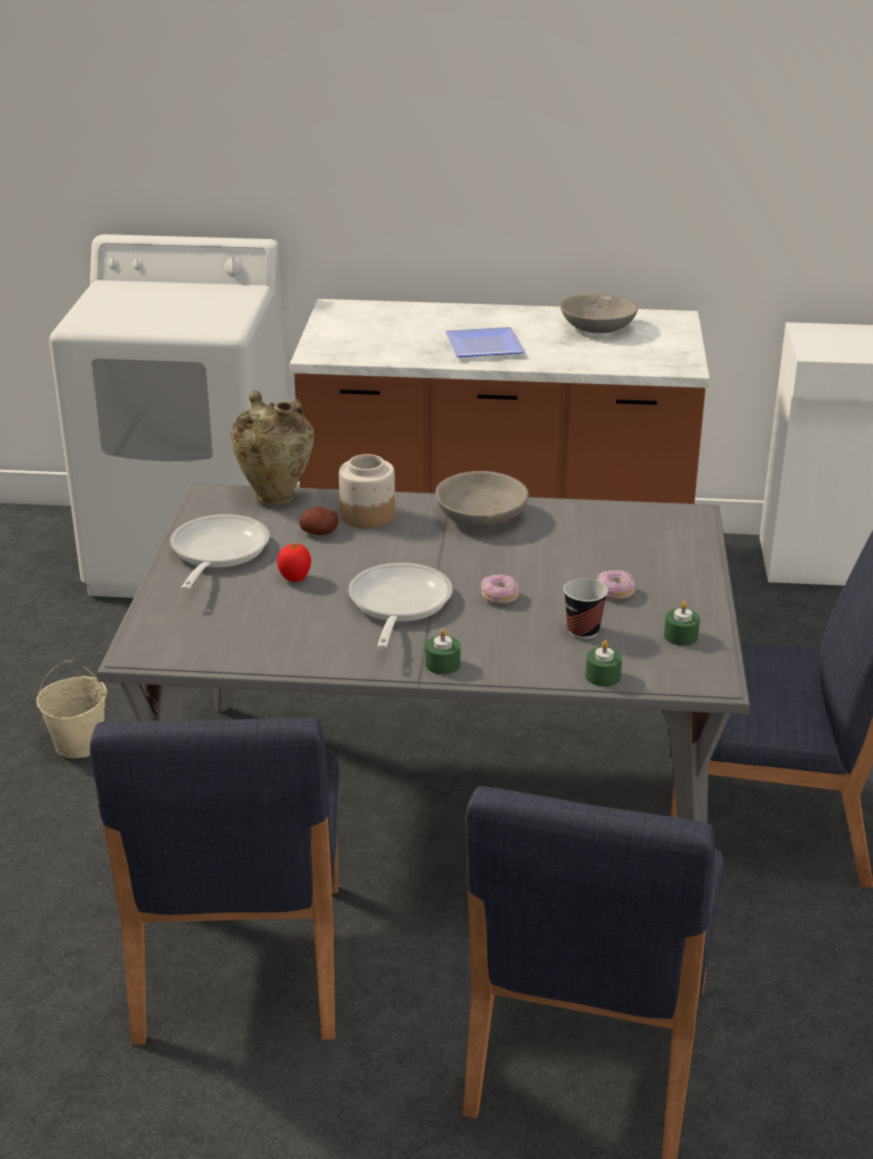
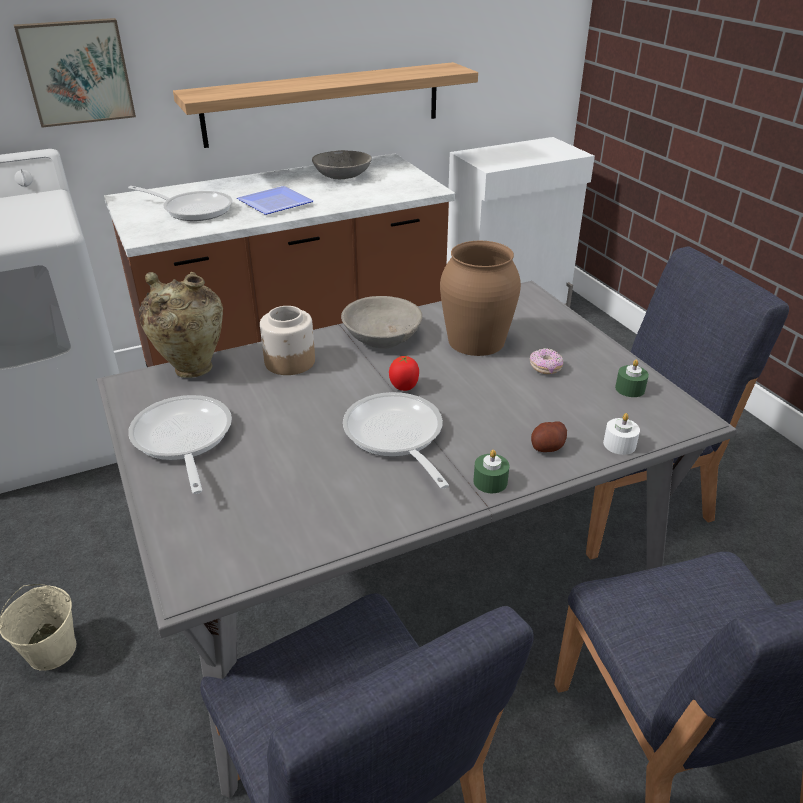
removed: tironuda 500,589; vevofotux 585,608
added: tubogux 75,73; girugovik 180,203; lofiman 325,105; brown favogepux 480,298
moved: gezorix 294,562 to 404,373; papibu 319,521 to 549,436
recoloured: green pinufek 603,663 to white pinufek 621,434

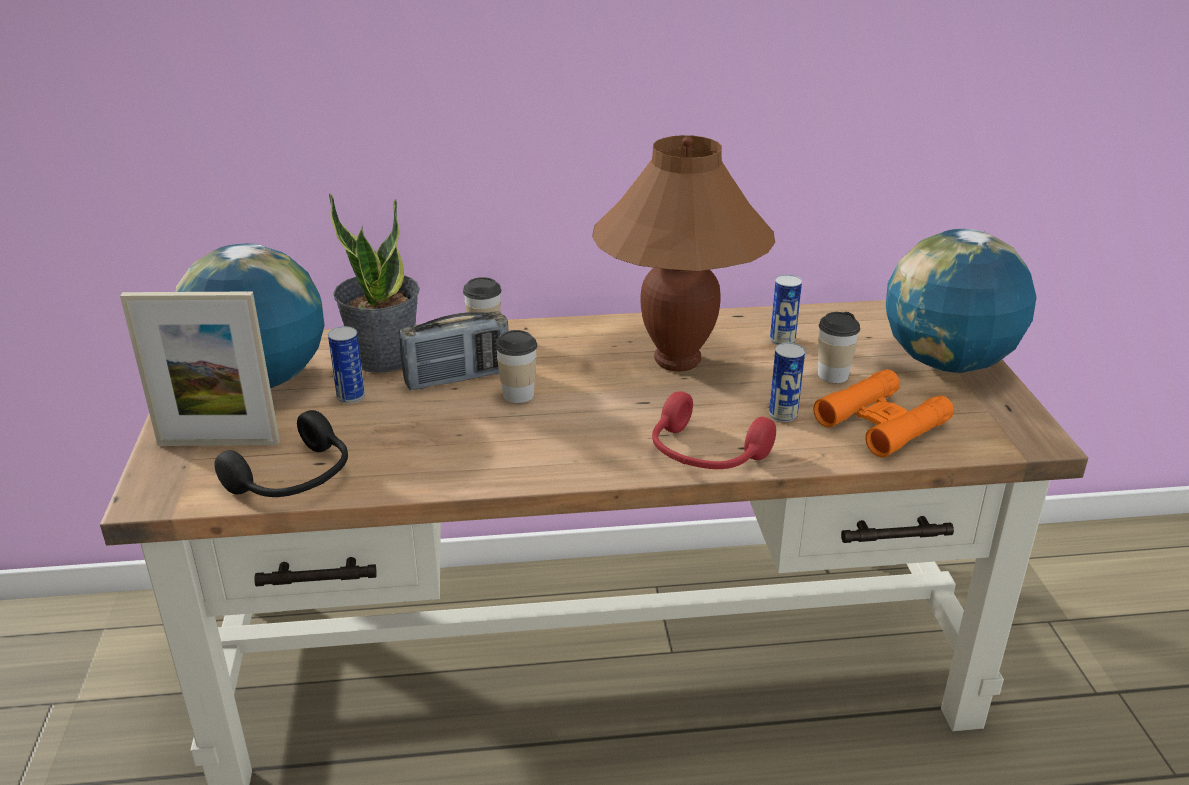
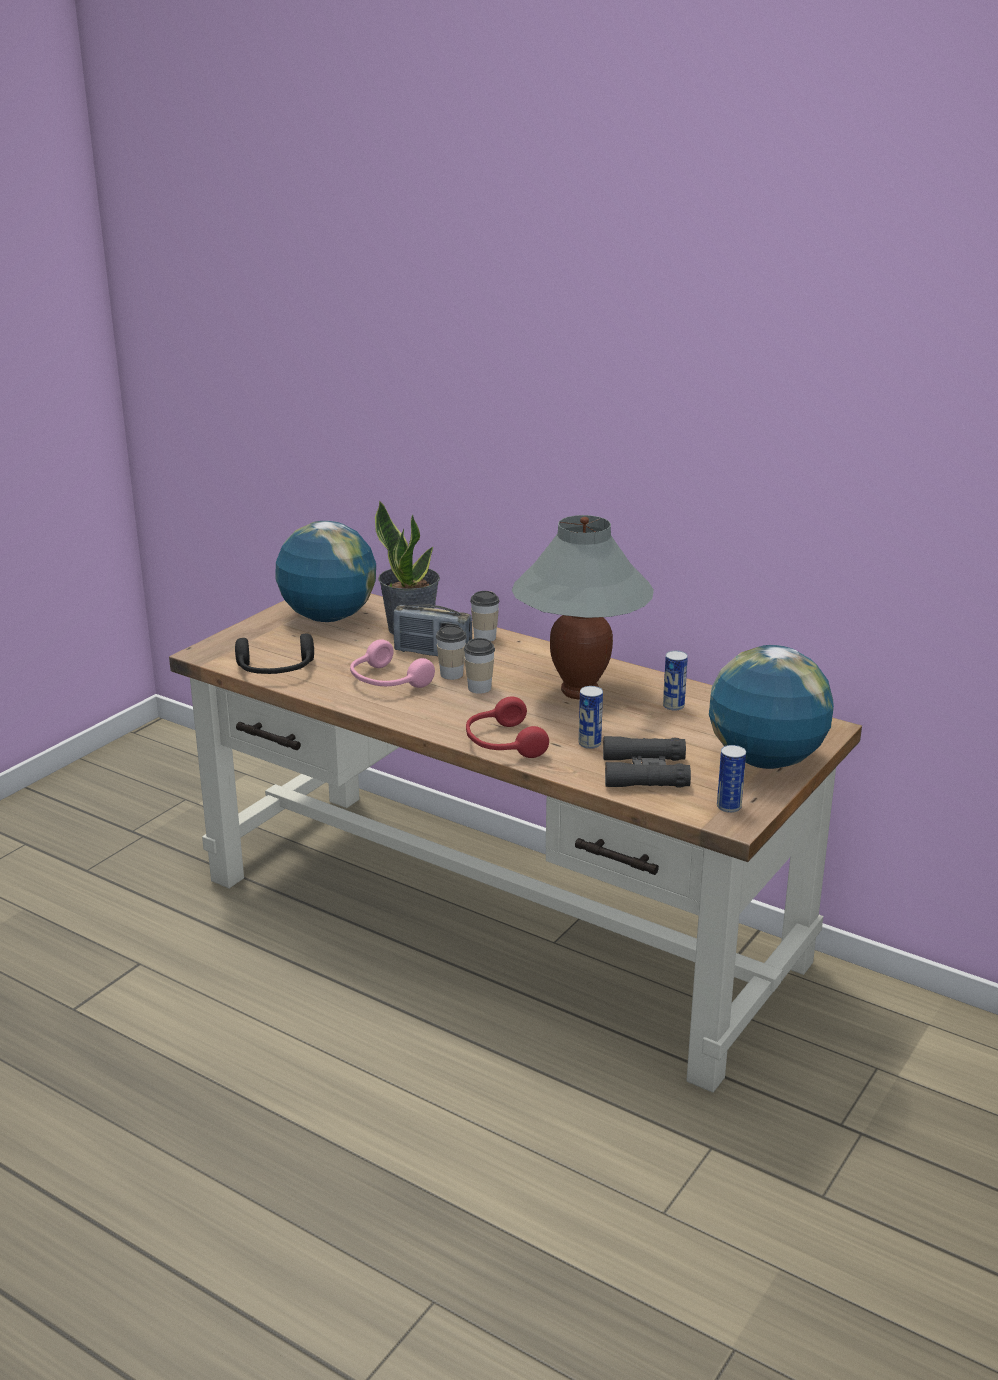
removed: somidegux 200,369
added: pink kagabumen 392,663
moved: vevofotux 839,347 to 479,666; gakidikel 346,365 to 731,779
recoloured: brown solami 683,253 to grey solami 583,607; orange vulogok 883,413 to black vulogok 647,762

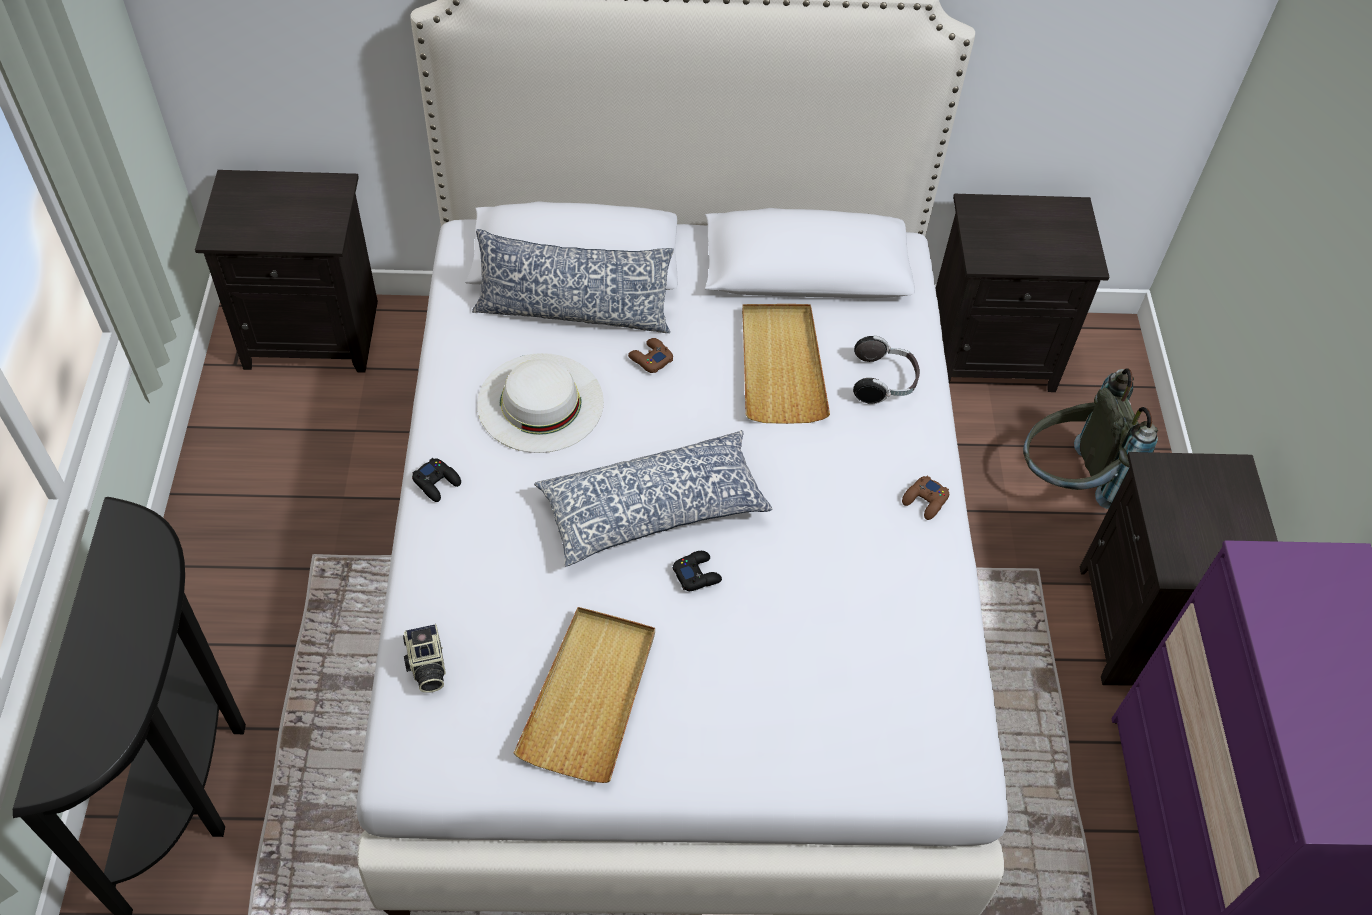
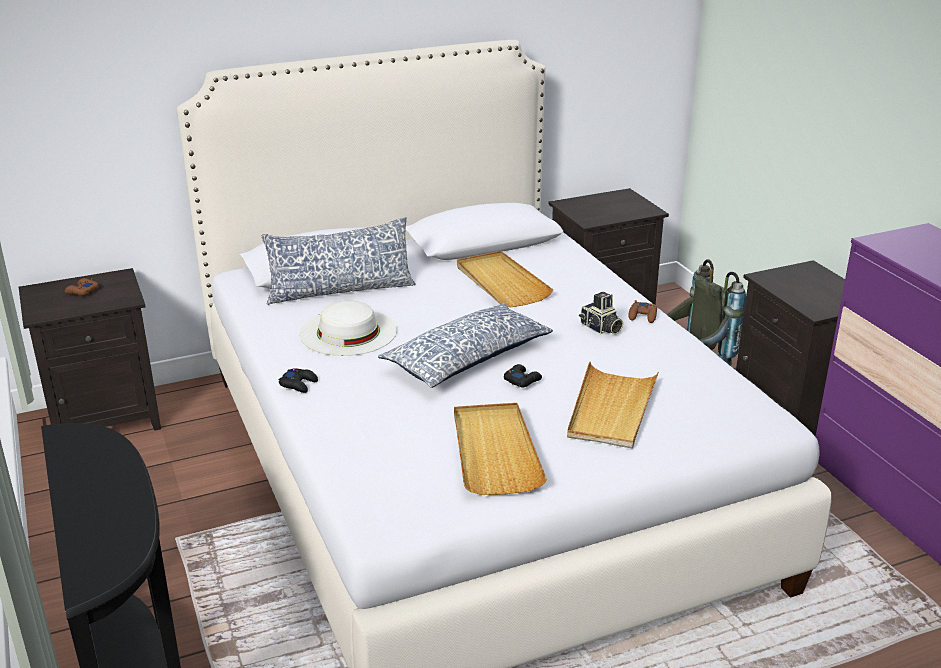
removed: kagabumen 886,370
added: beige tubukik 613,405
moved: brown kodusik 650,355 to 82,287; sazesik 424,658 to 601,313

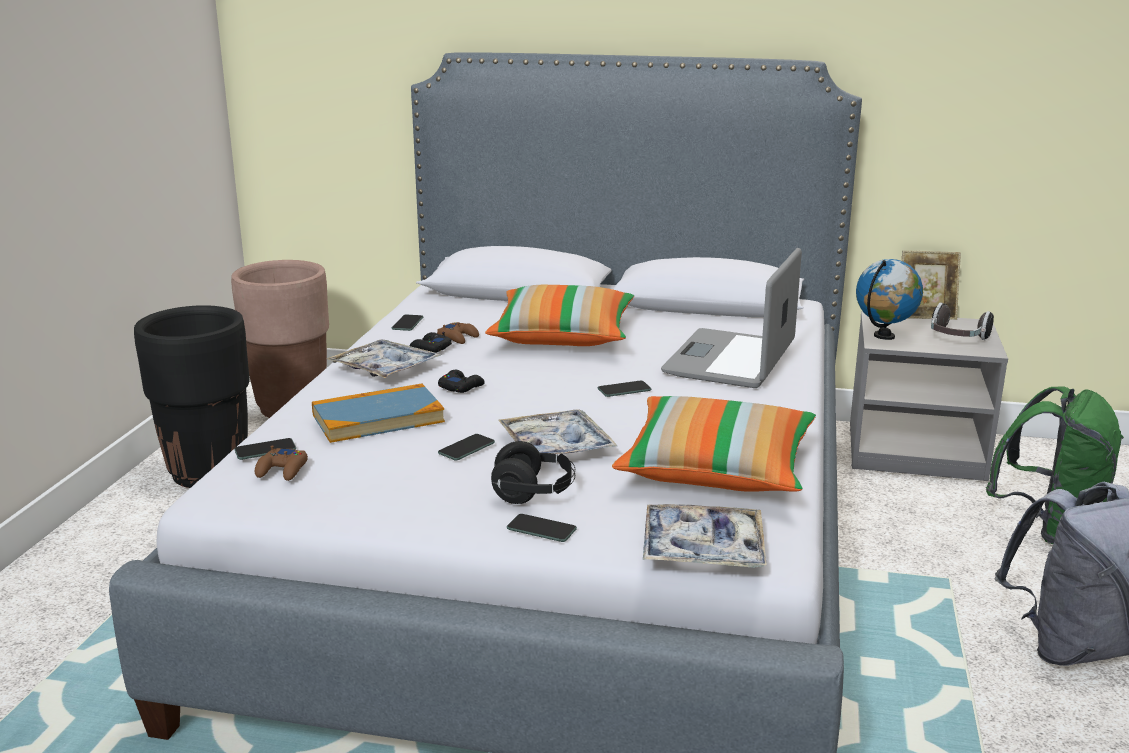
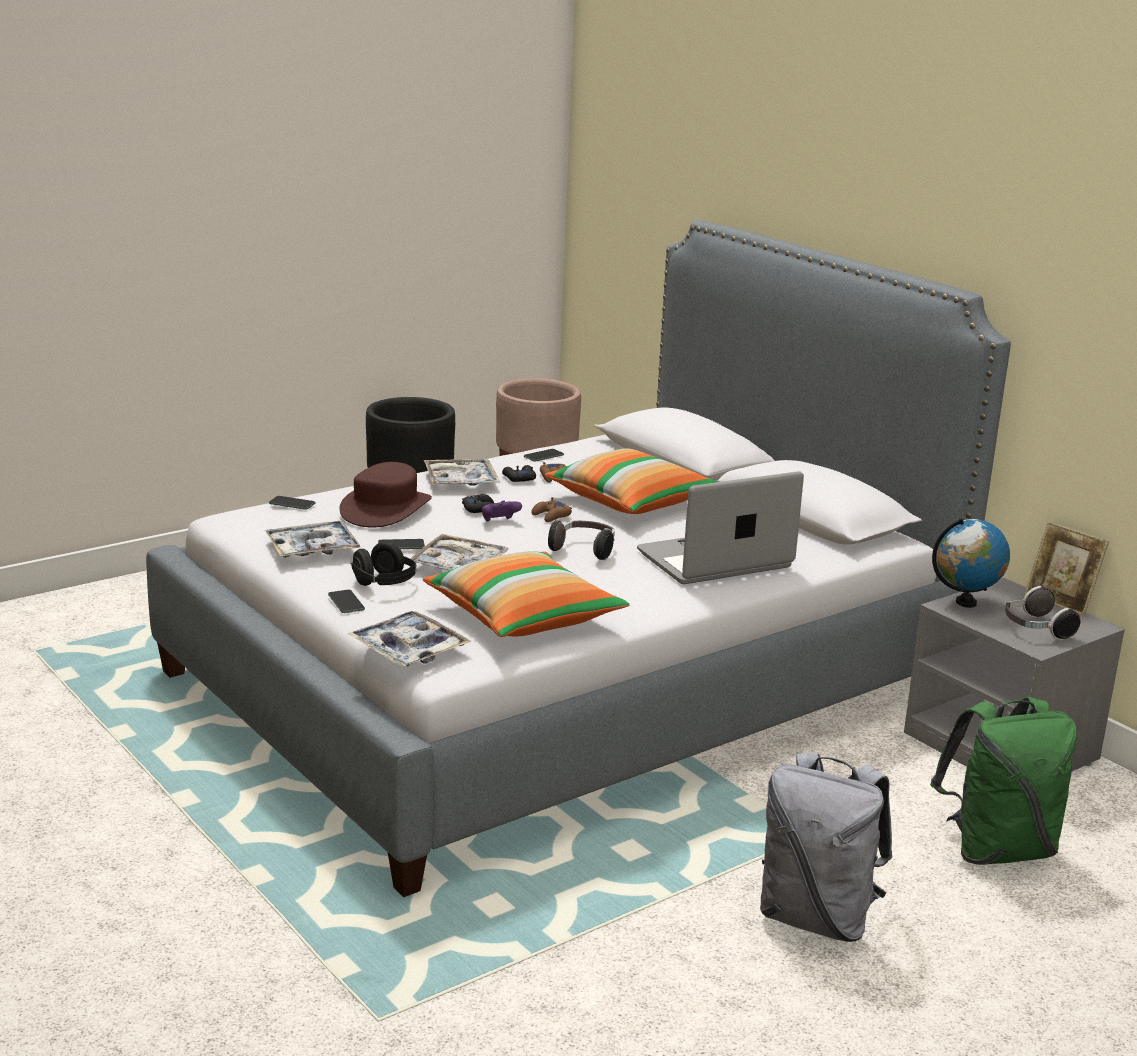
added: tubukik 313,539; purple kodusik 502,511
moved: brown kodusik 281,463 to 551,509
replaced: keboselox 378,413 to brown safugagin 385,495; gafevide 624,389 to kagabumen 581,539

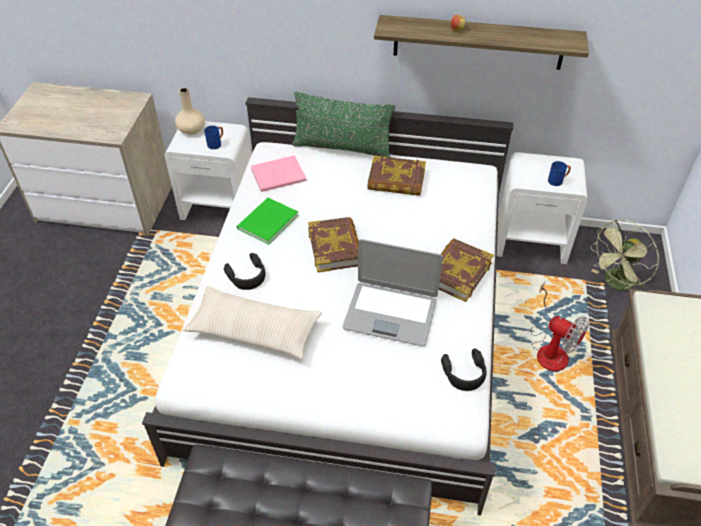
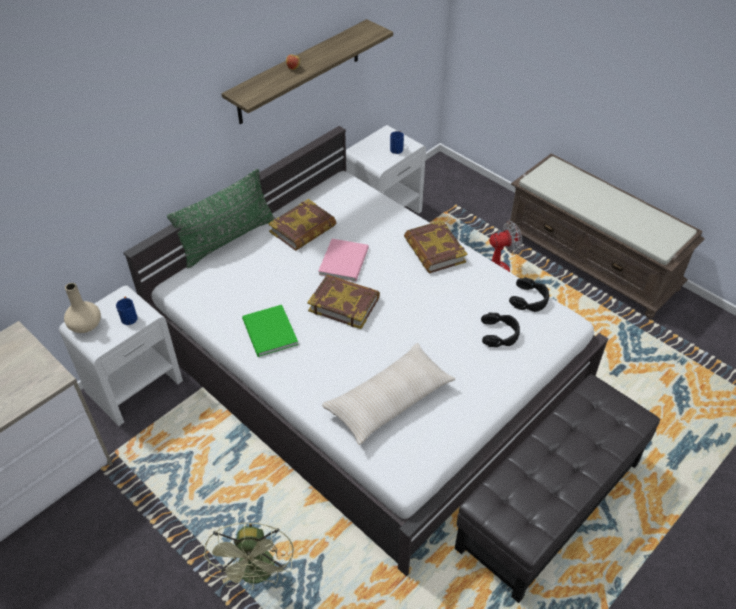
removed: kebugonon 393,292
moved: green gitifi 624,255 to 249,556; pink keboselox 278,173 to 343,260; black kagabumen 245,271 to 500,330

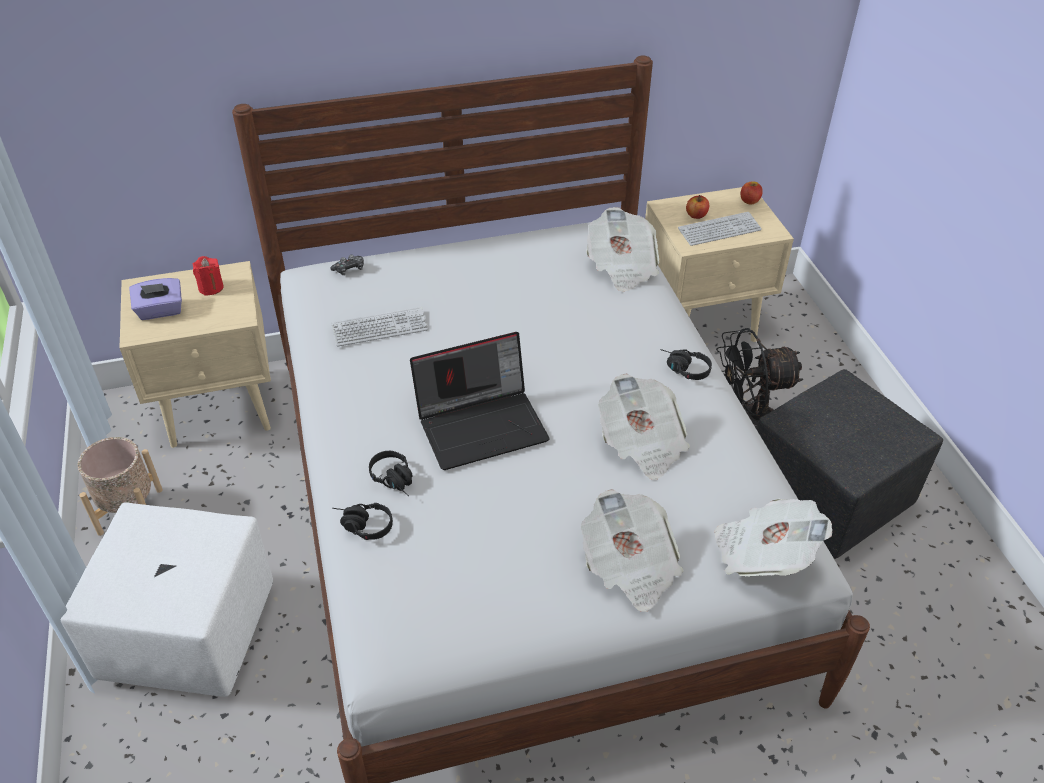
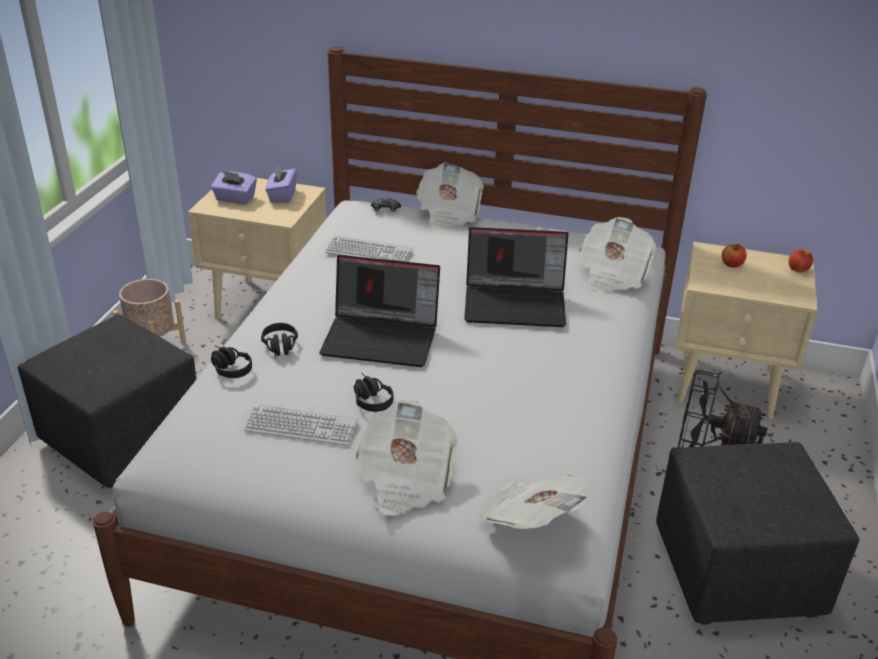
added: kebugonon 516,277
moved: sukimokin 720,229 to 301,424; black kagabumen 686,364 to 374,392; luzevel 644,427 to 450,195
replaced: red pinufek 208,275 to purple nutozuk 281,183
recoloured: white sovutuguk 167,599 to black sovutuguk 107,401

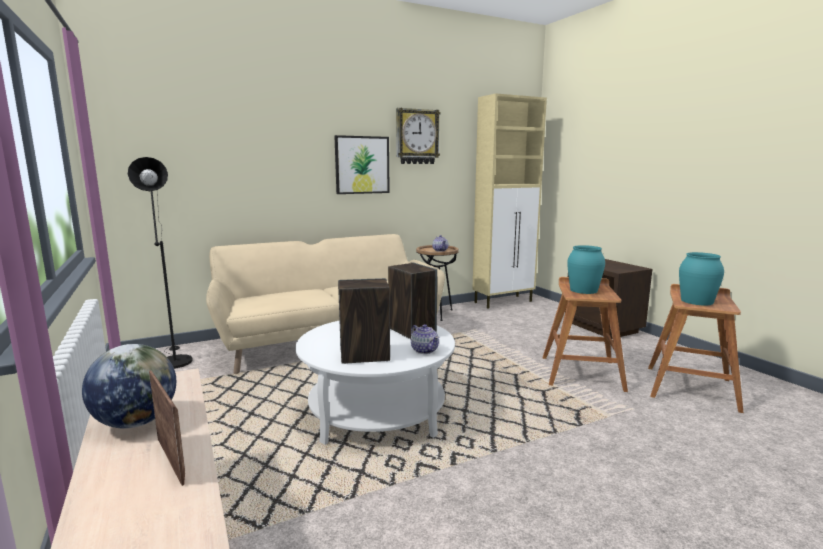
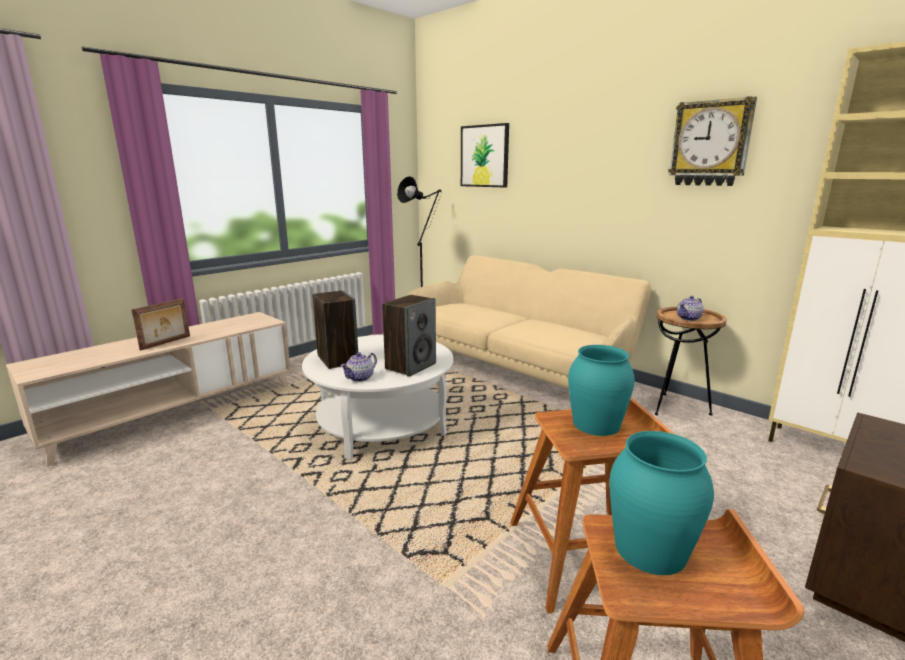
removed: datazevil 129,386
moved: tubogux 362,164 to 485,155

